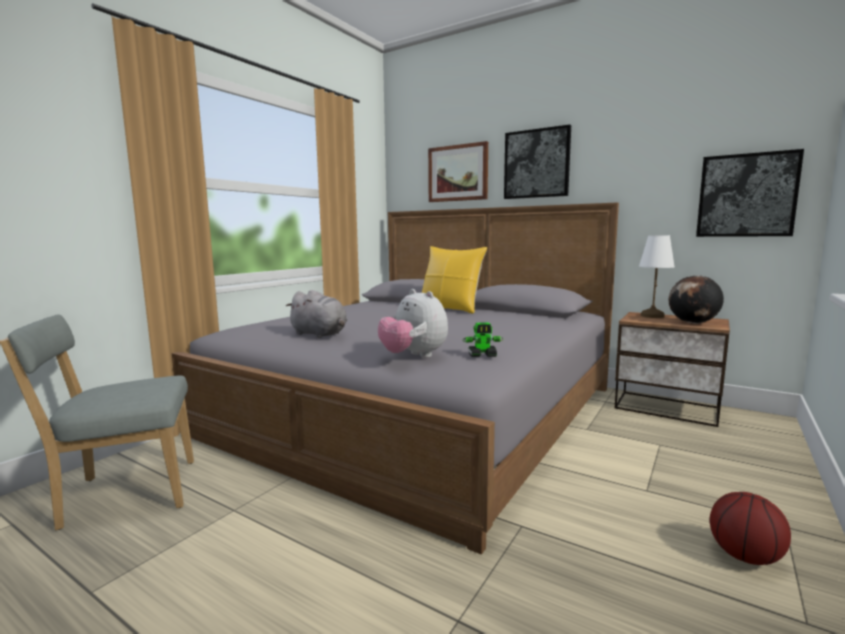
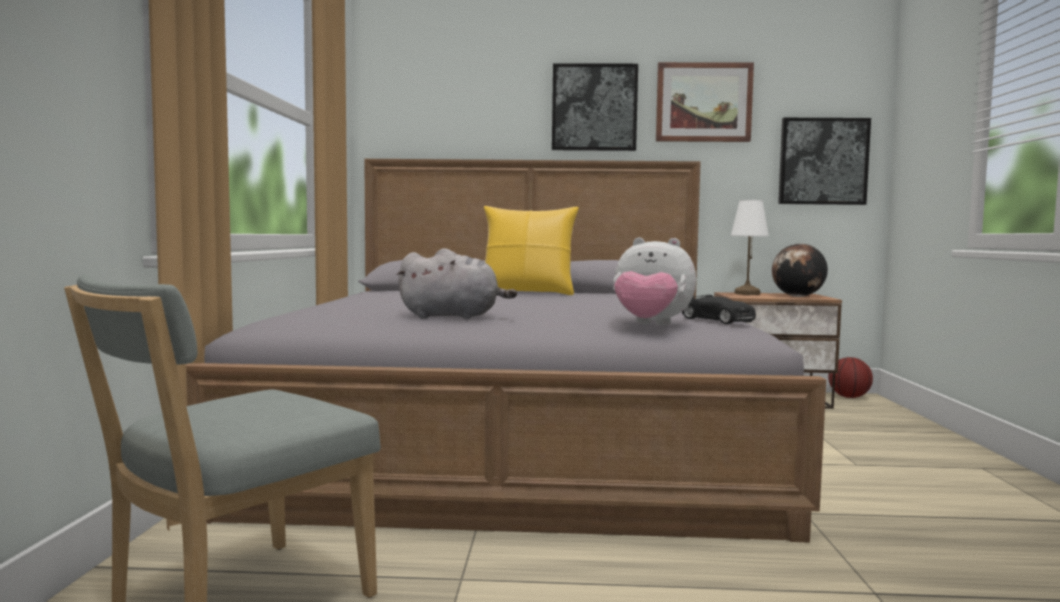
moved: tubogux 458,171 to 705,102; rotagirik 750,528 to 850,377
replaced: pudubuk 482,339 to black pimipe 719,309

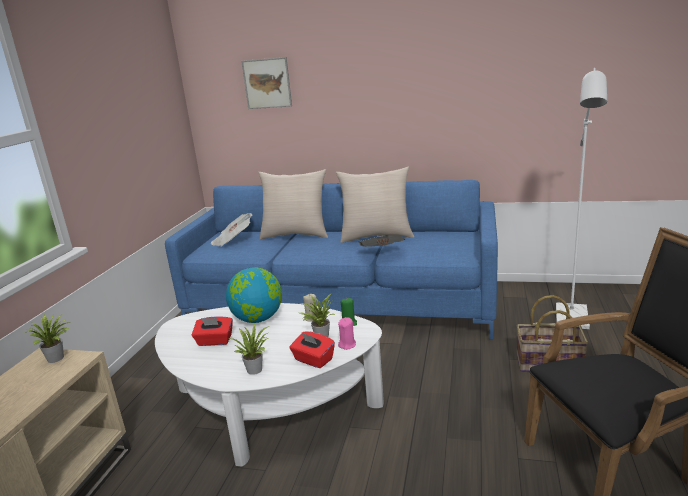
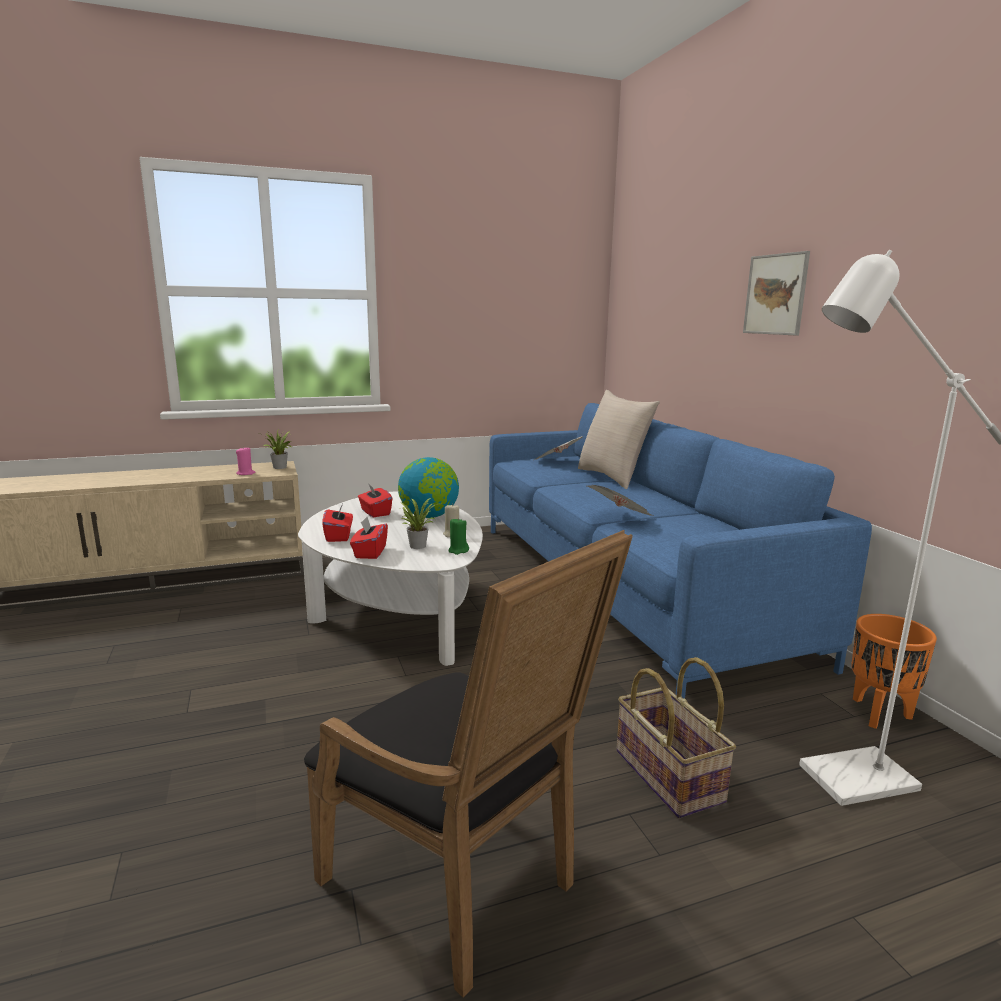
removed: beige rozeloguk 375,204
added: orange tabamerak 894,671
moved: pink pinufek 347,333 to 246,460; tubogux 266,83 to 776,293
replaced: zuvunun 249,349 to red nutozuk 337,523

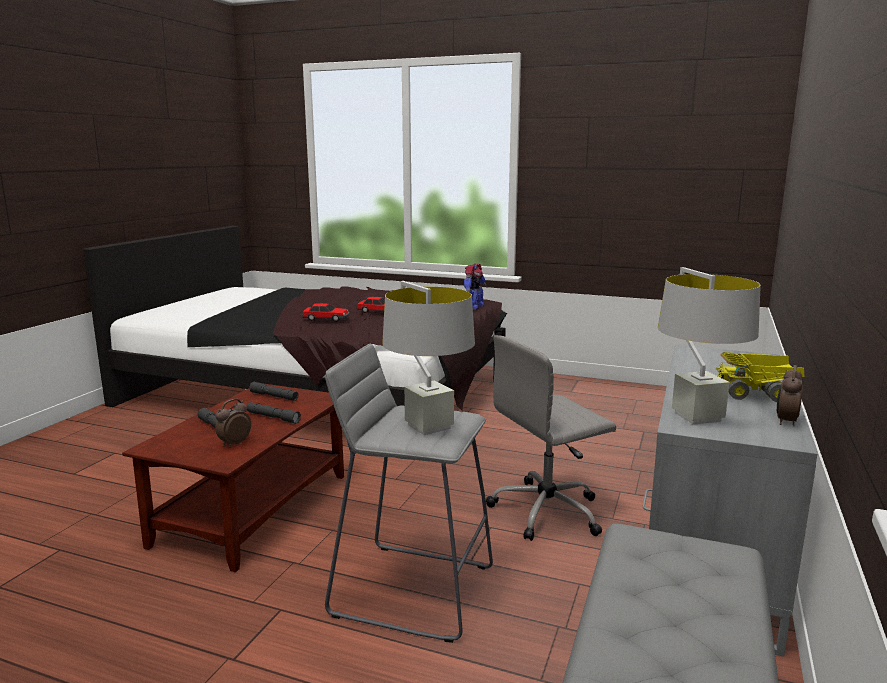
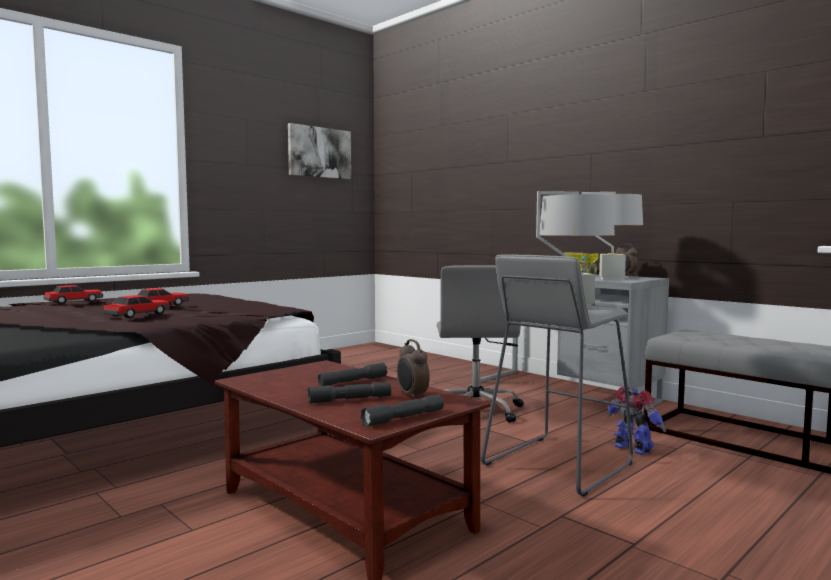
added: pimipe 73,294; tubogux 319,151
moved: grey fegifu 273,391 to 402,411; pudubuk 475,286 to 636,421

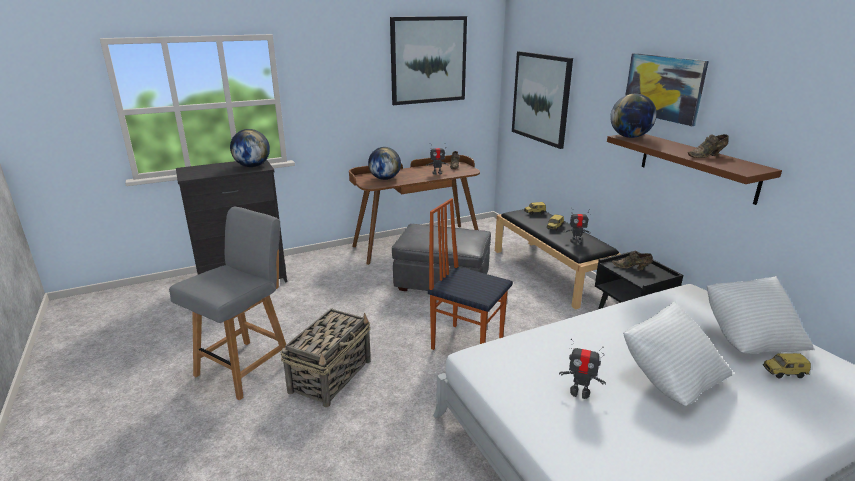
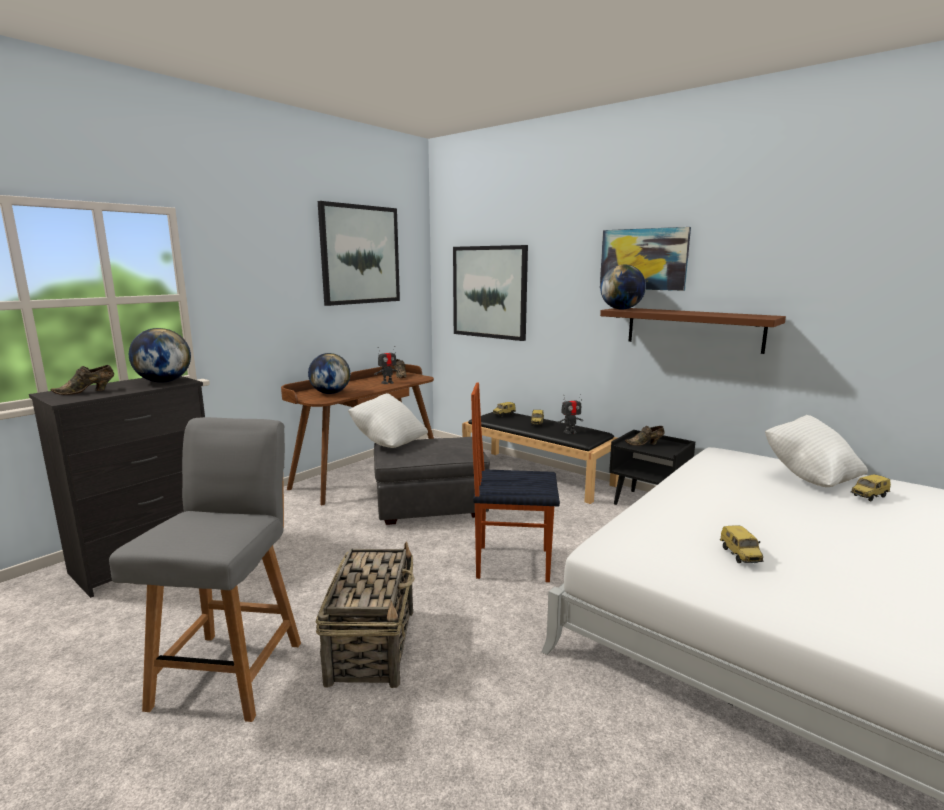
moved: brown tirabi 708,146 to 82,380; white rozeloguk 677,354 to 388,420
replaced: pudubuk 582,369 to pimipe 741,544

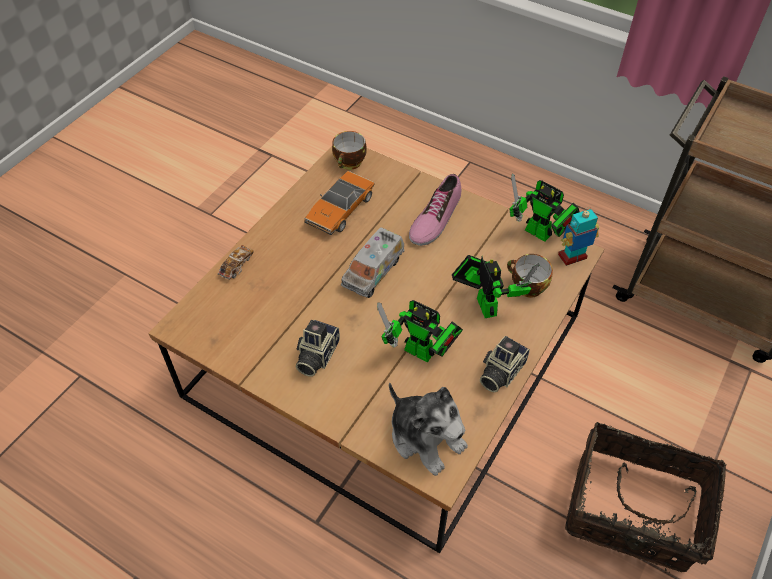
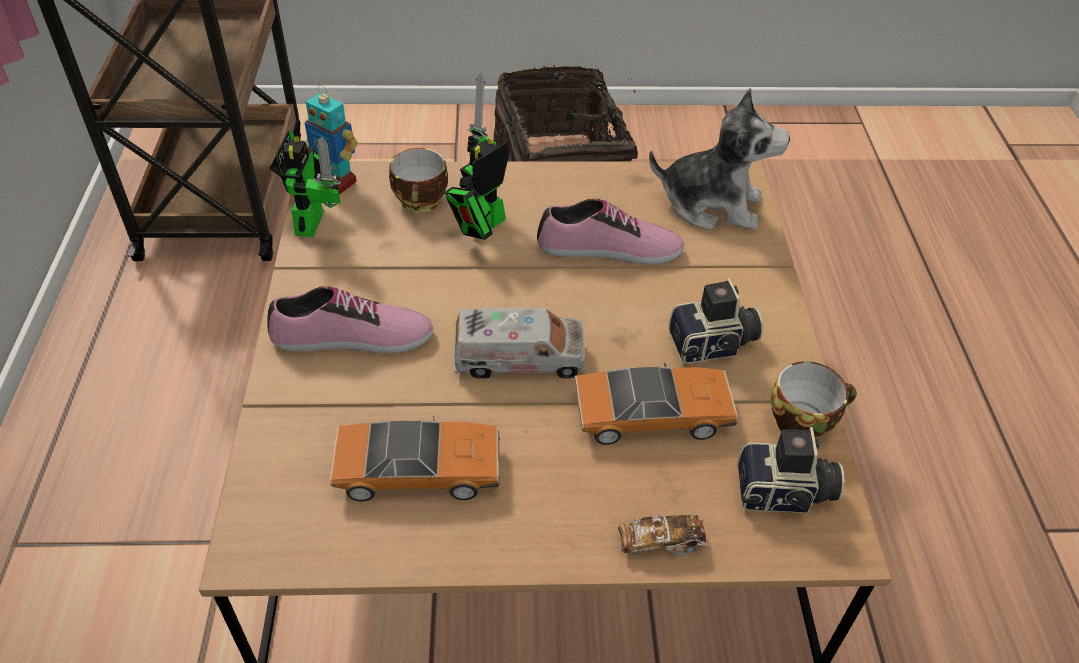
added: pimipe 656,404
moved: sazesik 505,364 to 791,470; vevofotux 349,150 to 814,399
replaced: pudubuk 420,331 to tirabi 610,231
turned: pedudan 428,429 = 719,159 90 degrees clockwise

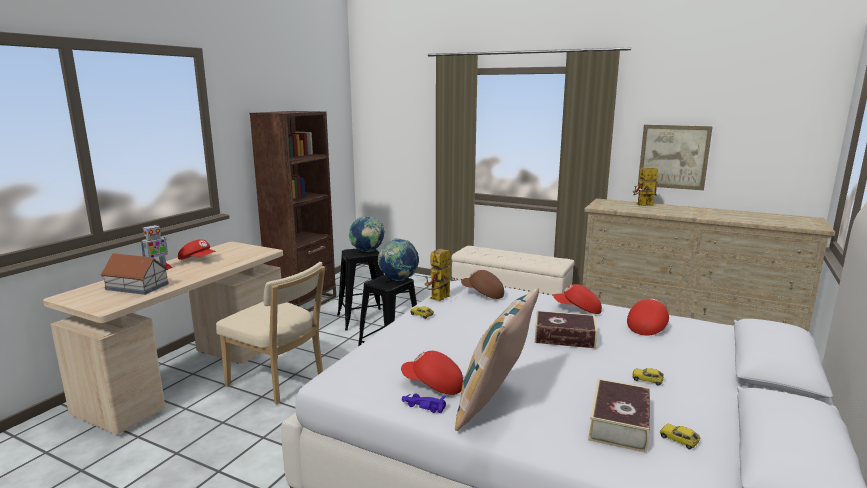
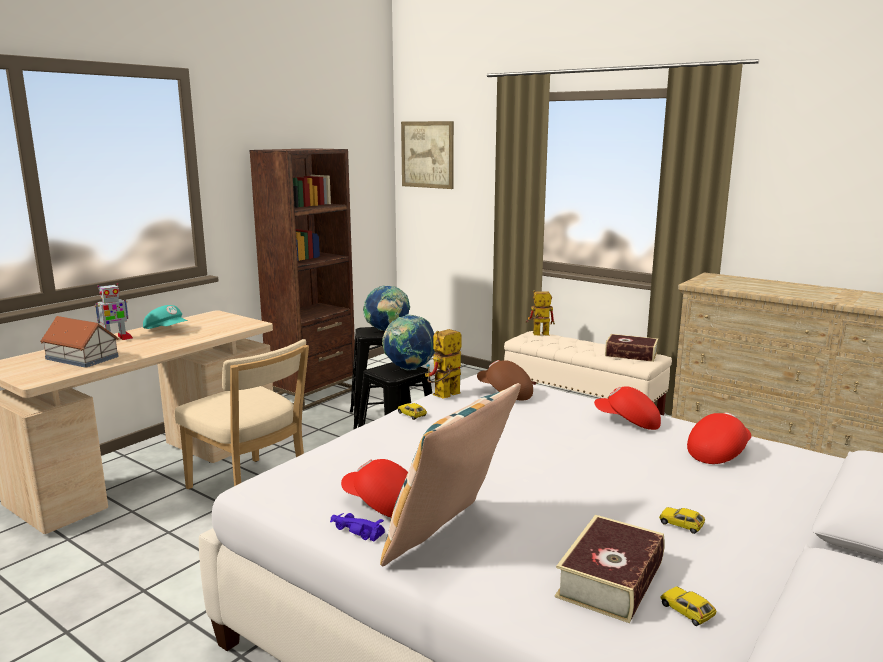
moved: tubogux 675,157 to 427,155; pudubuk 645,186 to 540,313; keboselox 566,329 to 631,348
recoloured: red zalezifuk 197,249 to turquoise zalezifuk 165,317

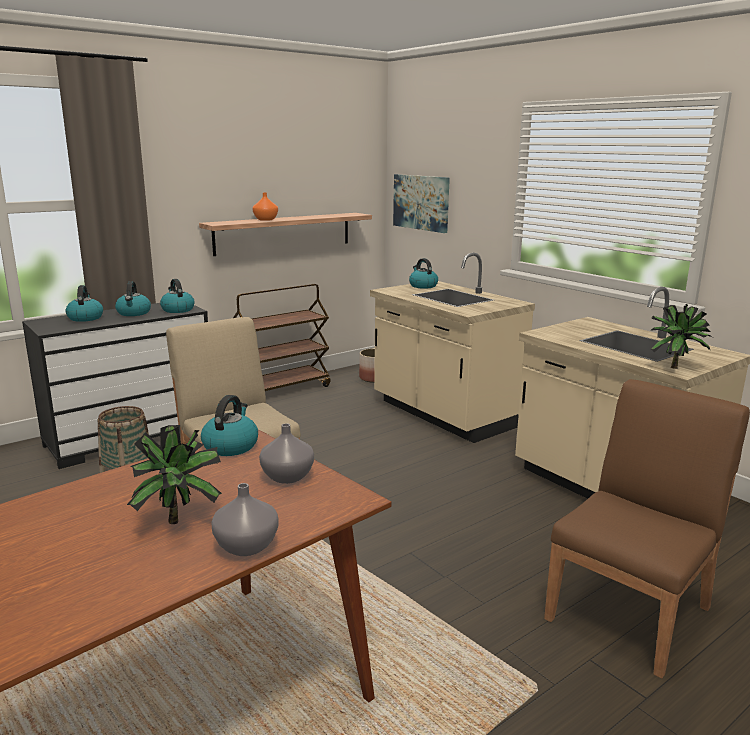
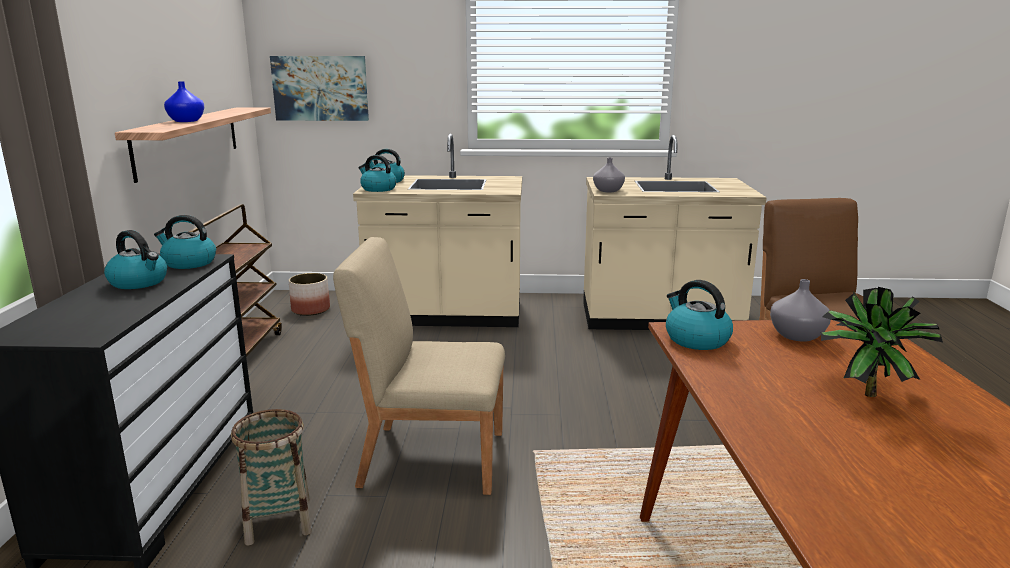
removed: zuvunun 681,336
moved: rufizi 84,303 to 377,173; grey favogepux 245,519 to 609,174
recoloured: orange favogepux 265,207 to blue favogepux 184,101

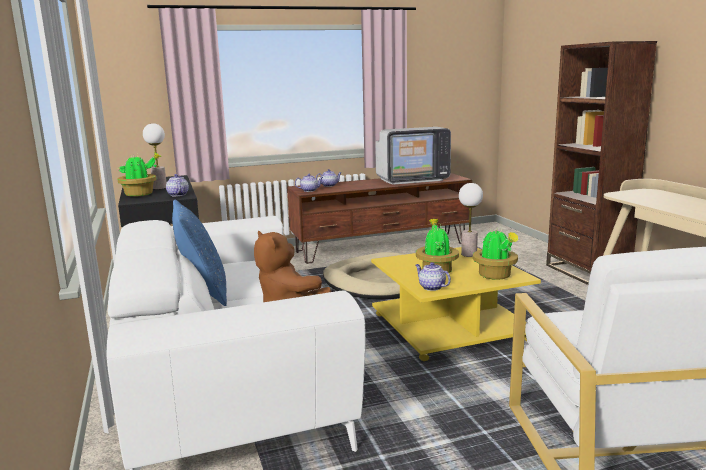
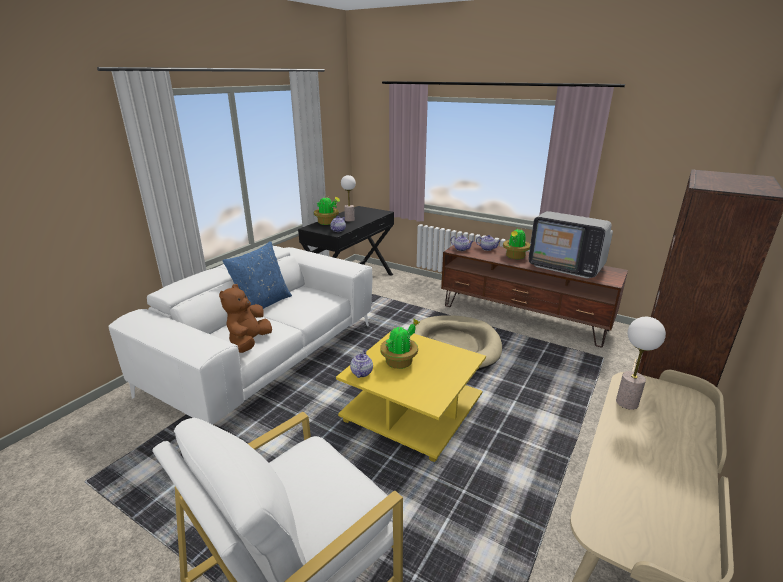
moved: zuvunun 495,253 to 516,243; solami 471,220 to 641,363

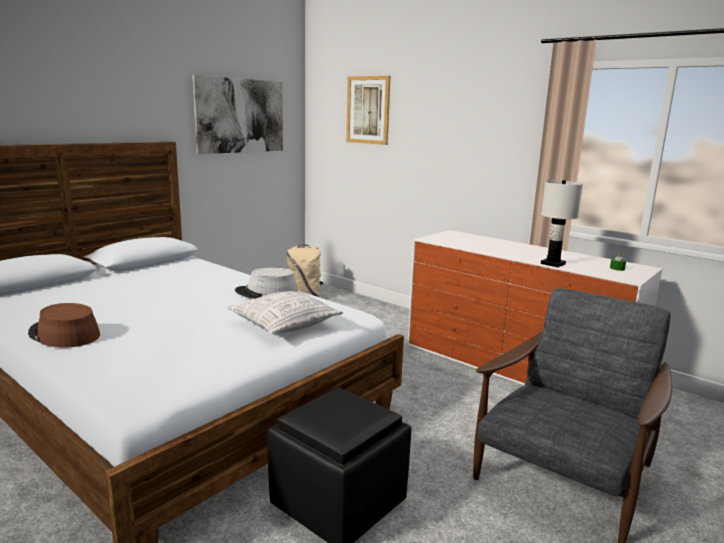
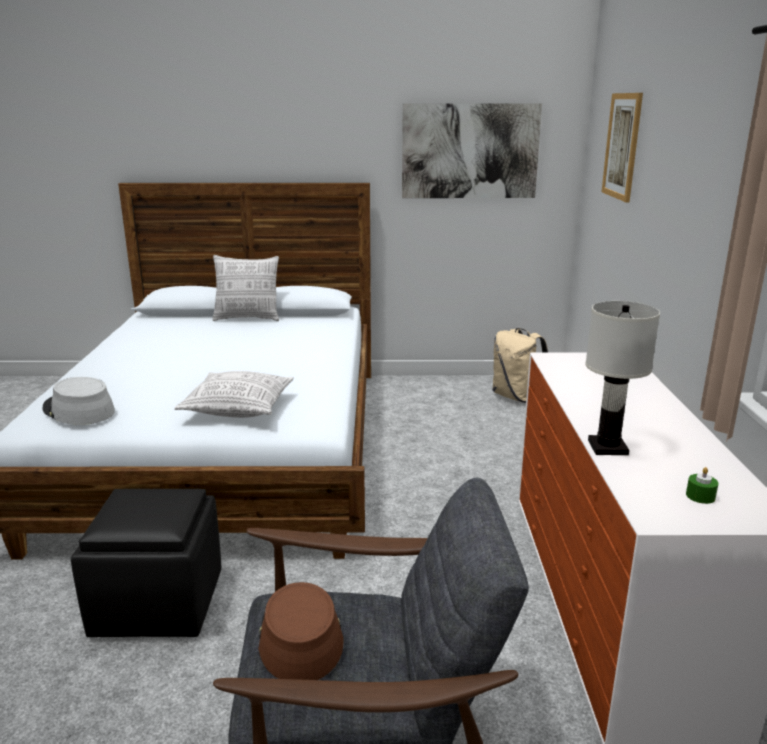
added: rozeloguk 246,288
moved: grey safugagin 266,283 to 79,401; brown safugagin 64,325 to 301,631

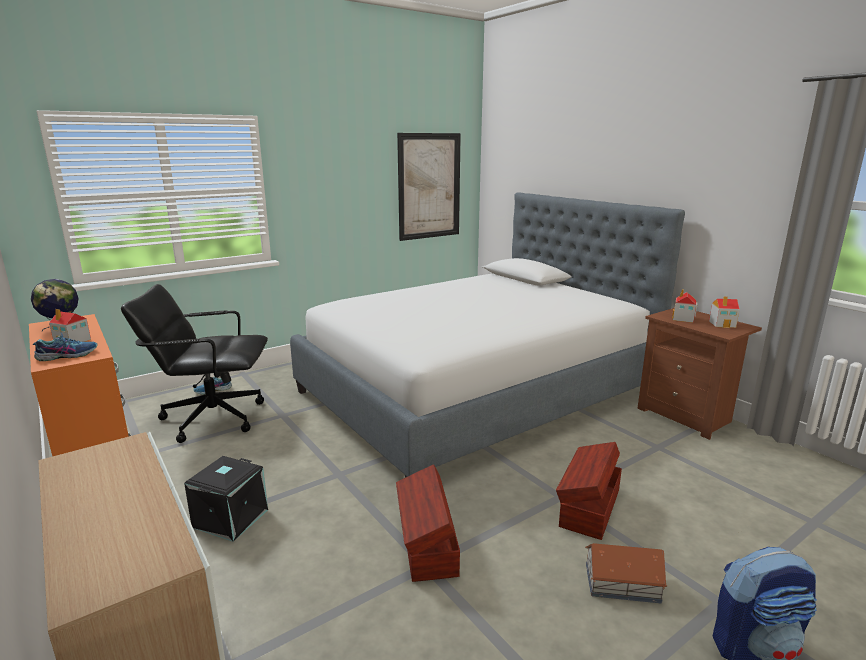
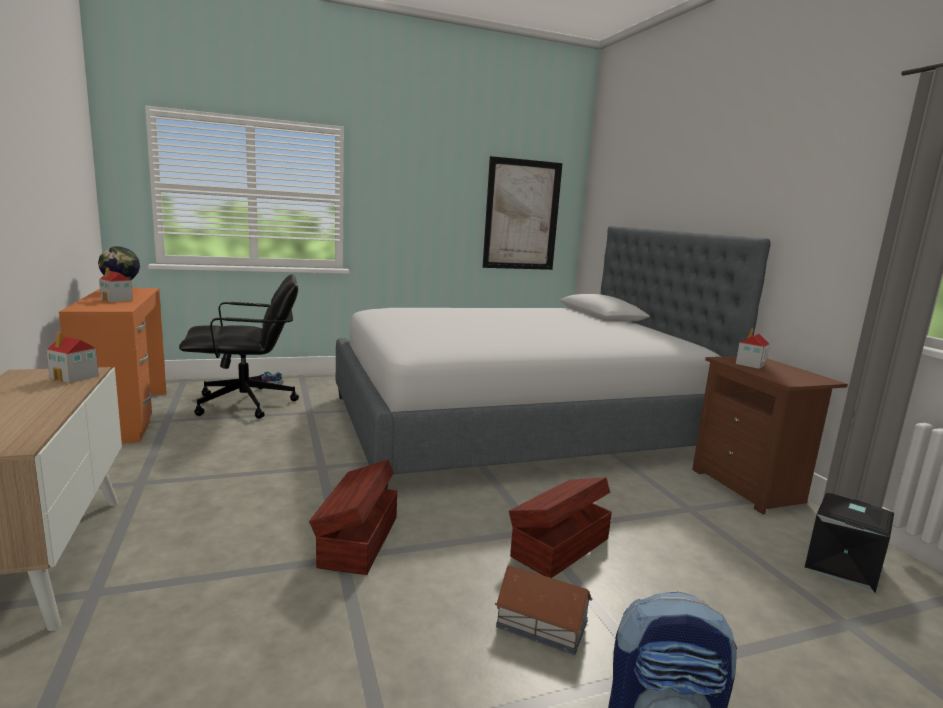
removed: tirabi 65,347
moved: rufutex 724,312 to 72,357; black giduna 226,499 to 849,543
turned: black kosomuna 194,363 = 239,346 150 degrees clockwise

